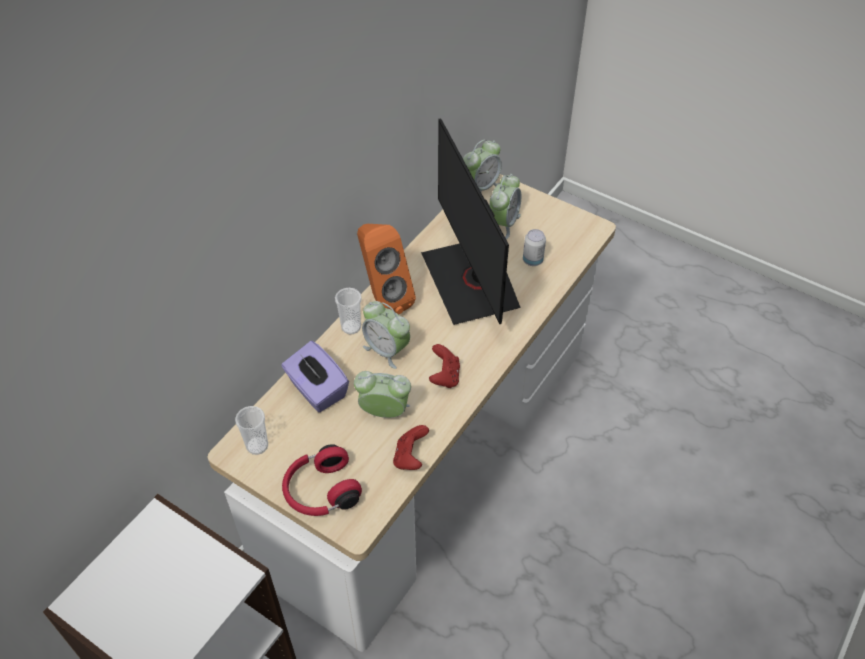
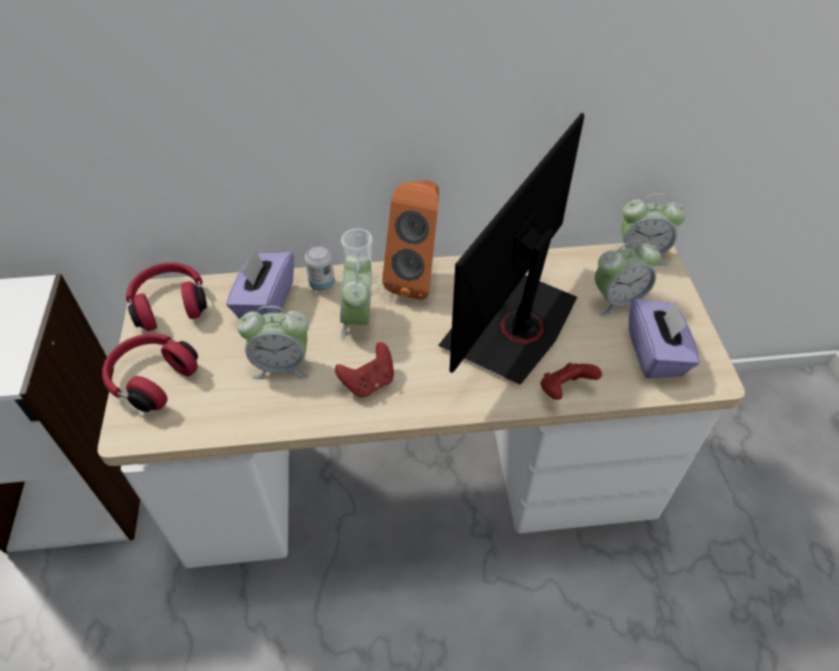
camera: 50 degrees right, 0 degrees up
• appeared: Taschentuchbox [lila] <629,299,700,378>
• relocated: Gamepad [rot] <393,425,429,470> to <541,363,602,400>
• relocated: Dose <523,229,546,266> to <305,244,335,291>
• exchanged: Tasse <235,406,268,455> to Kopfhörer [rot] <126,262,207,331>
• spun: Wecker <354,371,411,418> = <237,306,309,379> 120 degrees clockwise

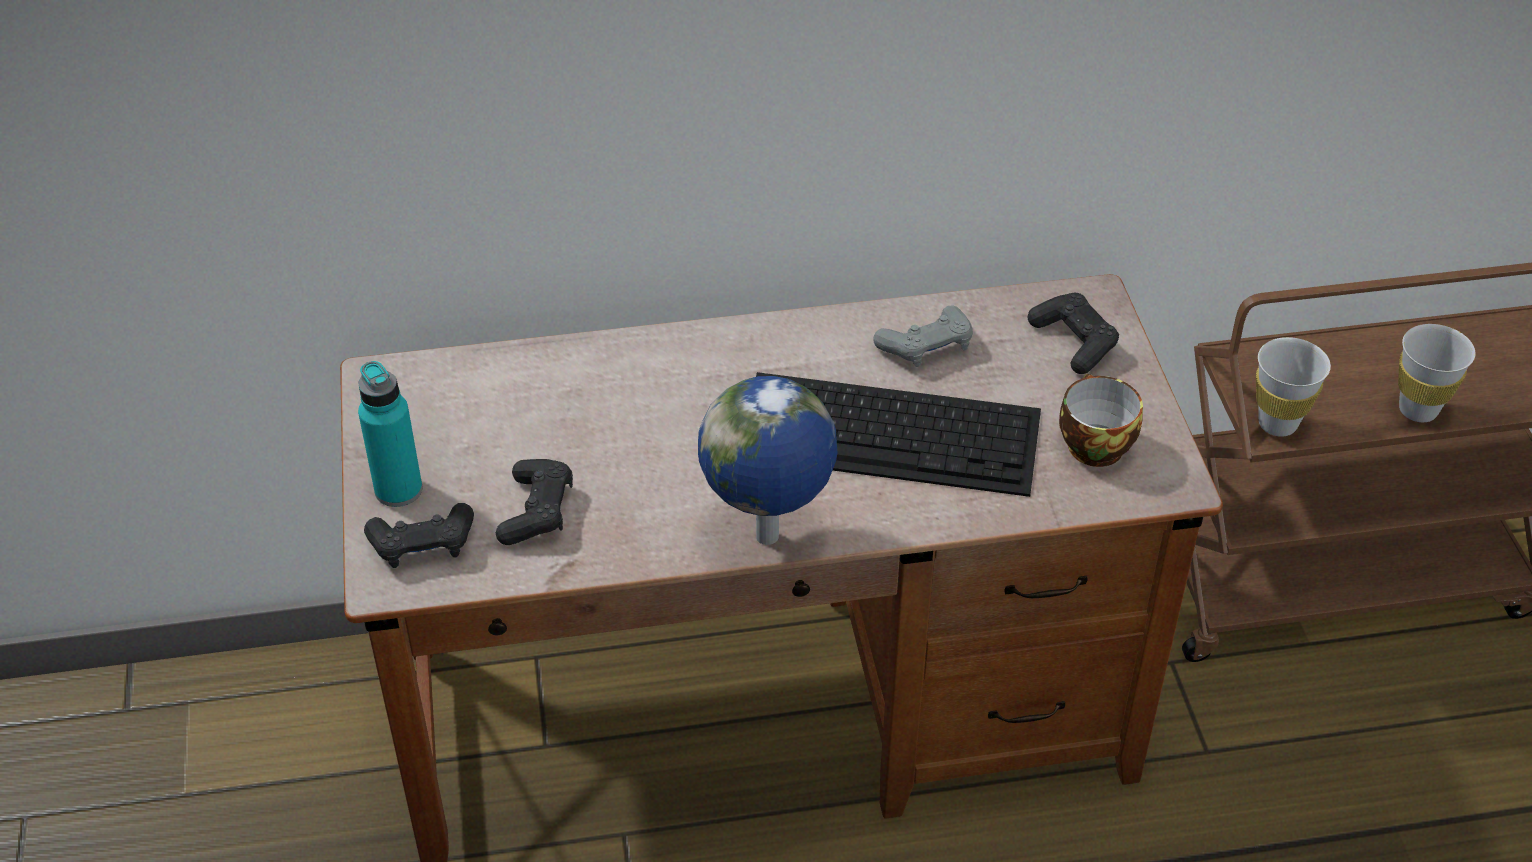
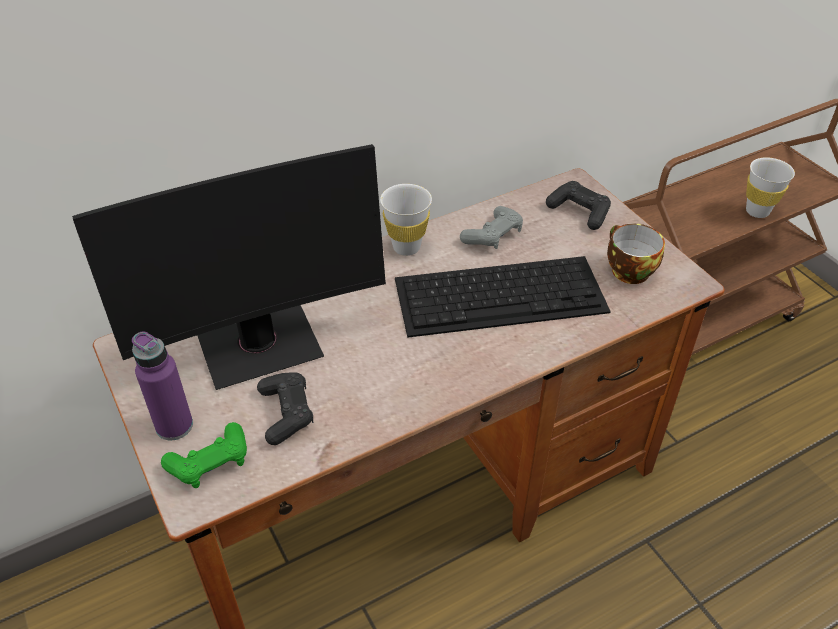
camera: 20 degrees left, 0 degrees up
• missing: Globus <698,376,837,545>
• appeared: Monitor <72,144,386,390>
• relocated: Tasse [weiß] <1256,337,1331,437> to <380,184,432,256>
• colour: Flasche [türkis] <358,361,422,507> to Flasche [lila] <132,332,193,440>
• colour: Gamepad [schwarz] <364,503,474,568> to Gamepad [grün] <161,422,247,488>

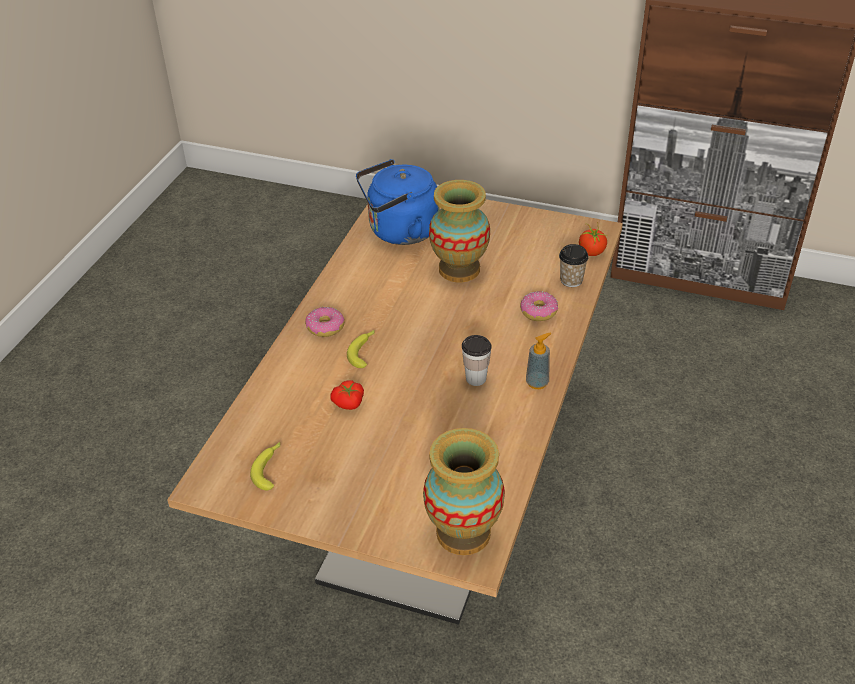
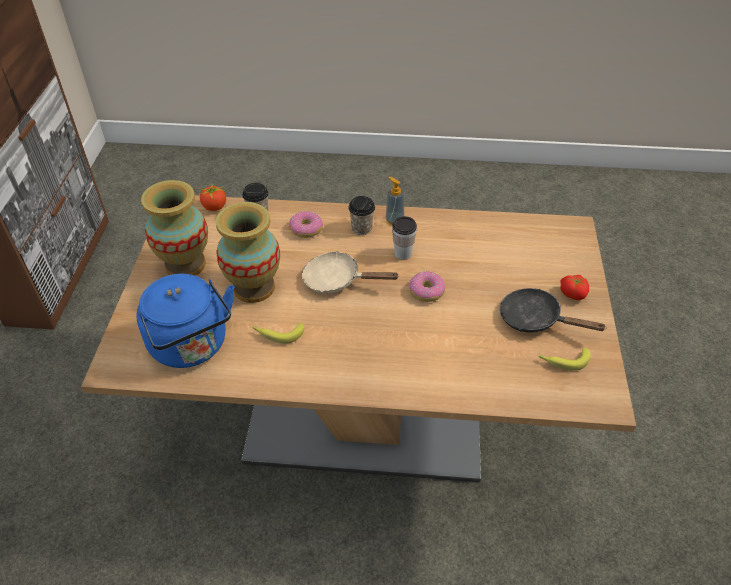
camera: 105 degrees left, 5 degrees up
• appeared: Pfanne [beige] <302,251,400,294>
• appeared: Tasse <348,196,375,235>
• appeared: Pfanne [schwarz] <500,288,607,333>
• relocated: Donut <305,307,345,337> to <409,271,445,302>
• relocated: Tomate <330,380,364,410> to <560,275,589,300>
• relocated: Banane <347,330,374,368> to <252,323,304,344>
• relocated: Vase <423,428,505,555> to <141,180,208,276>

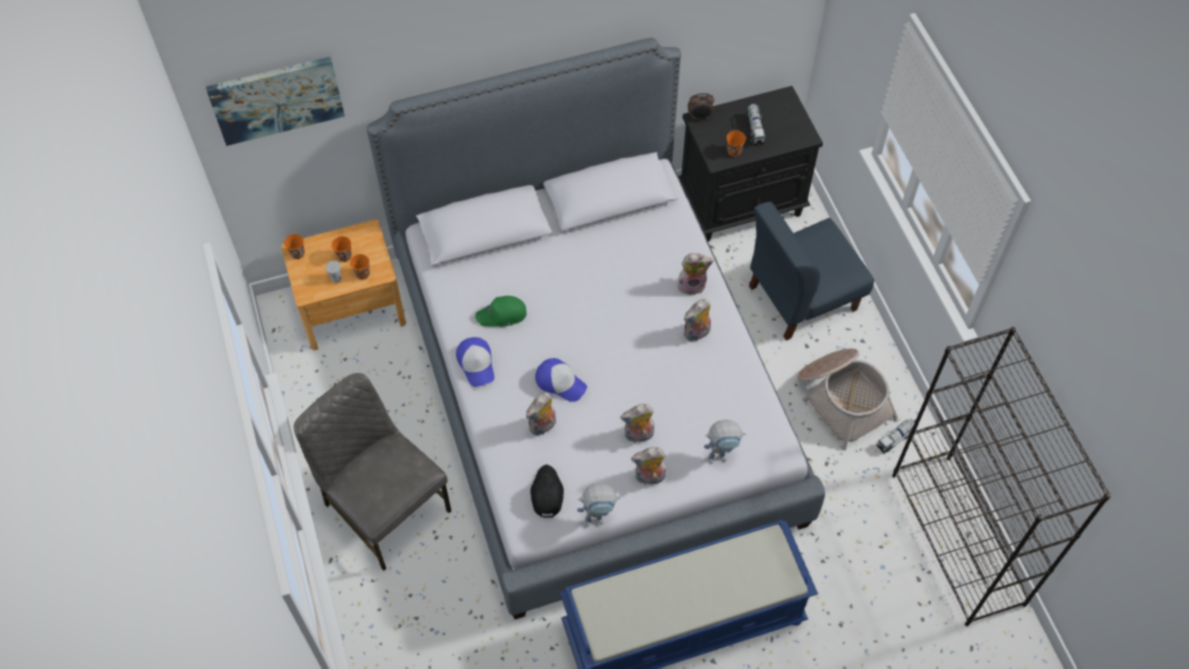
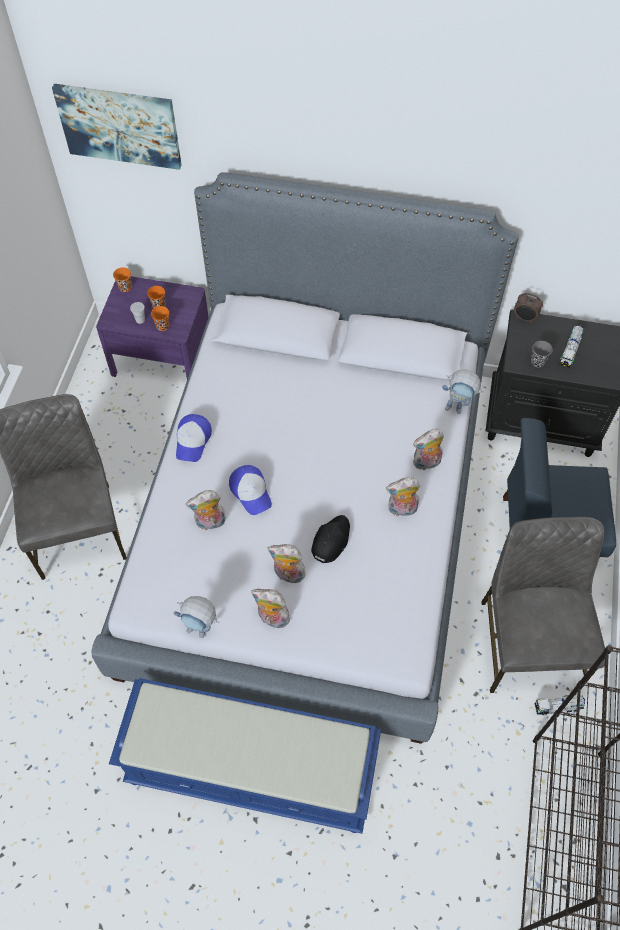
camera: 30 degrees right, 0 degrees up
• missing: Kappe [grün] <475,296,527,327>
• relocated: Kappe [schwarz] <530,464,564,518> to <311,515,350,564>
• relocated: Spielzeugroboter <704,420,745,464> to <442,369,483,414>
• exchanged: Korb <797,349,898,450> to Stuhl [grau] <481,517,605,693>
• colour: Nachttisch [braun] <281,219,406,350> to Nachttisch [lila] <96,276,209,379>
• colour: Tasse [orange] <727,131,746,157> to Tasse [grau] <531,341,553,367>
• spun: Plüschtier <677,253,714,295> = <413,429,444,470> 135 degrees clockwise

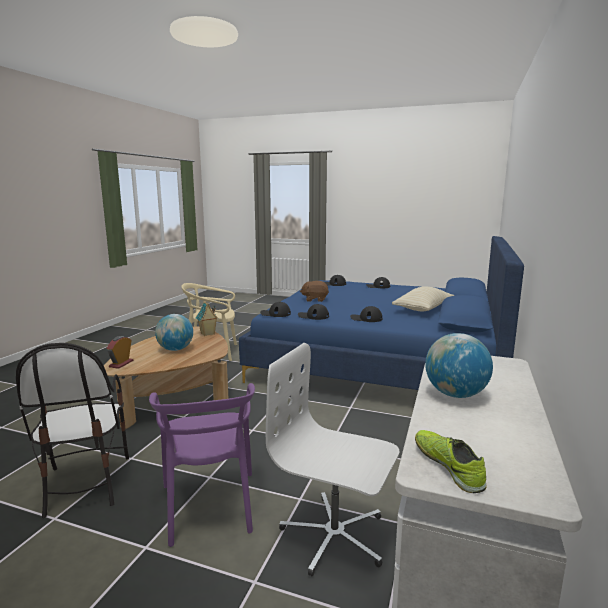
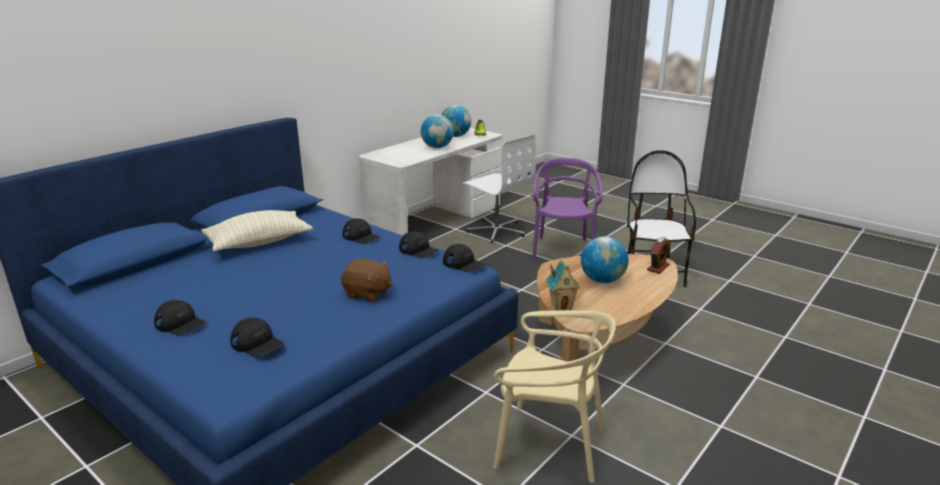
camera: 160 degrees left, 10 degrees up
• appeared: Globus <442,105,471,137>

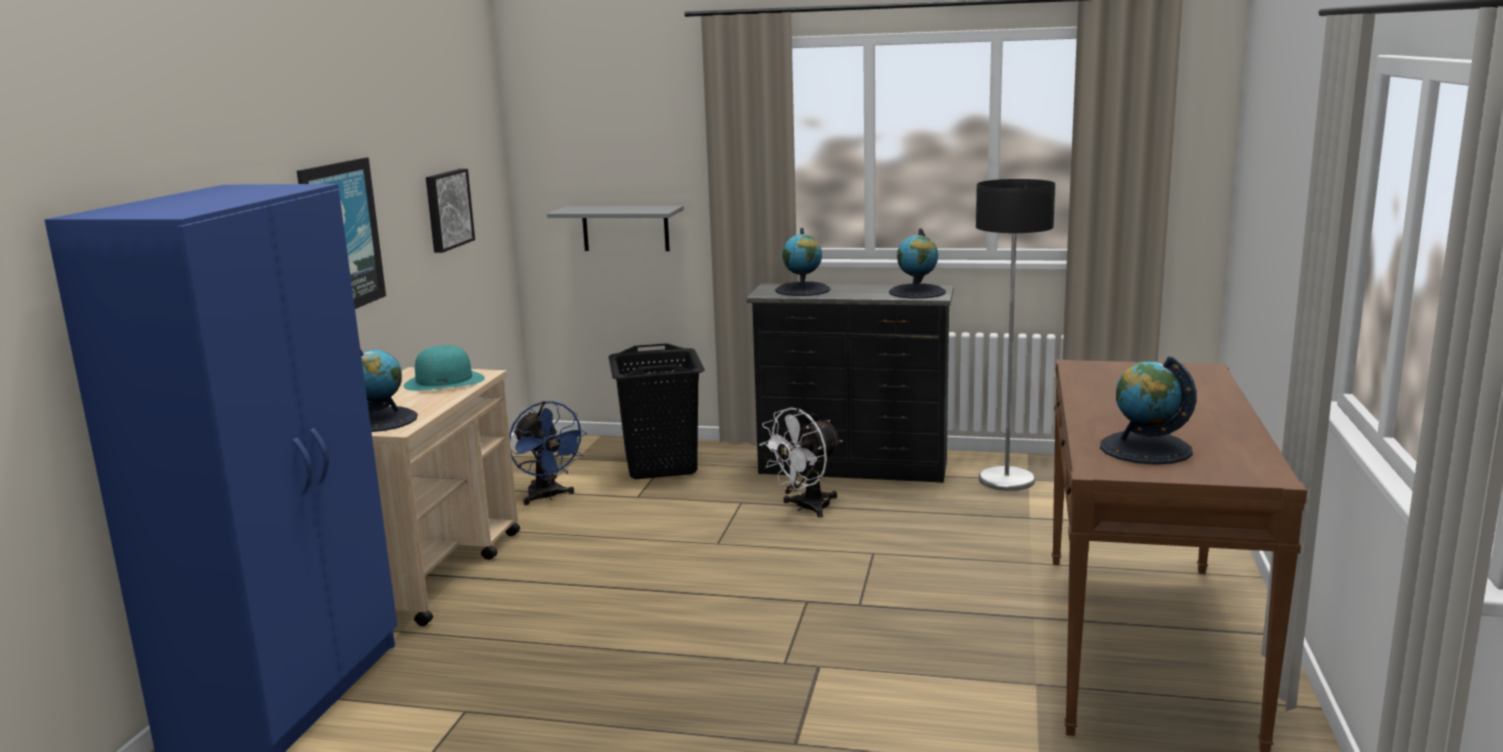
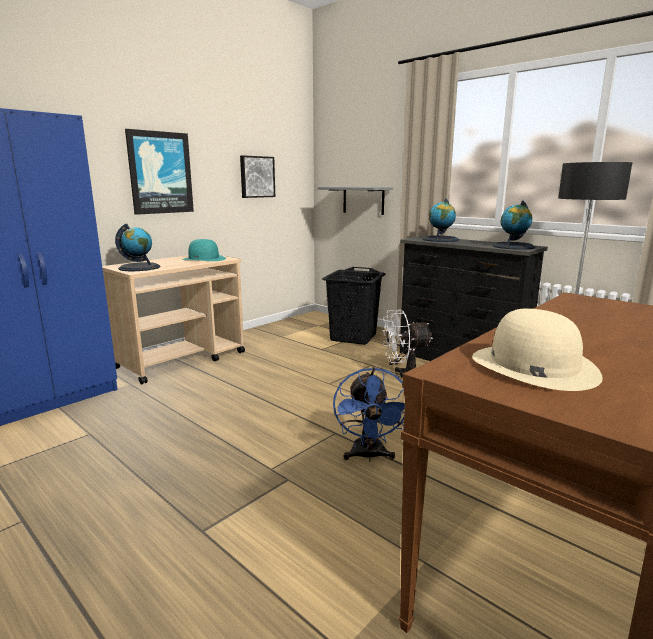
camera: 30 degrees right, 0 degrees up
• relocated: Ventilator [blau] <509,401,587,505> to <333,367,405,462>
• exchanged: Globus <1100,356,1197,465> to Hut [beige] <472,309,603,391>

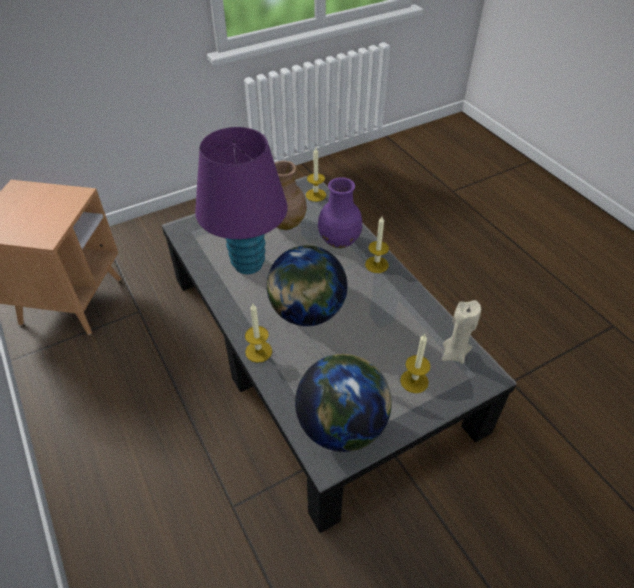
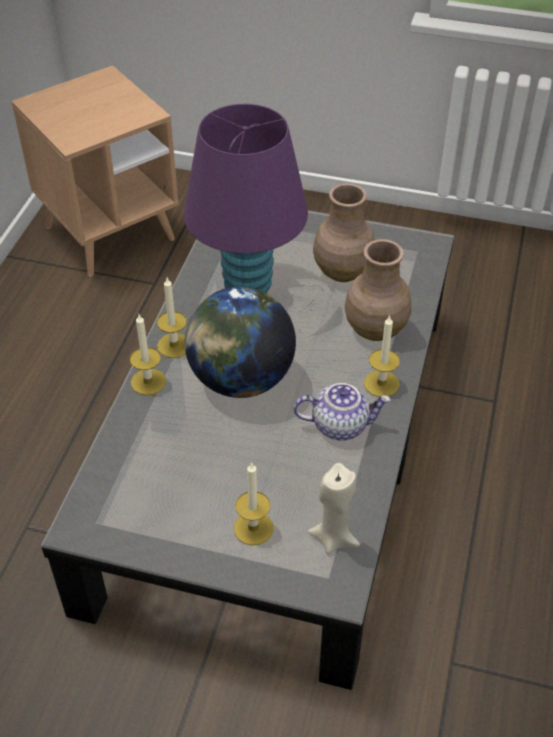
camera: 45 degrees right, 0 degrees up
• missing: Globus <295,354,392,452>
• appeared: Teekanne <294,383,390,441>
• relocated: Kerze <306,148,326,202> to <157,278,187,358>
• colour: Vase [lila] <318,177,362,248> to Vase [braun] <345,239,411,341>

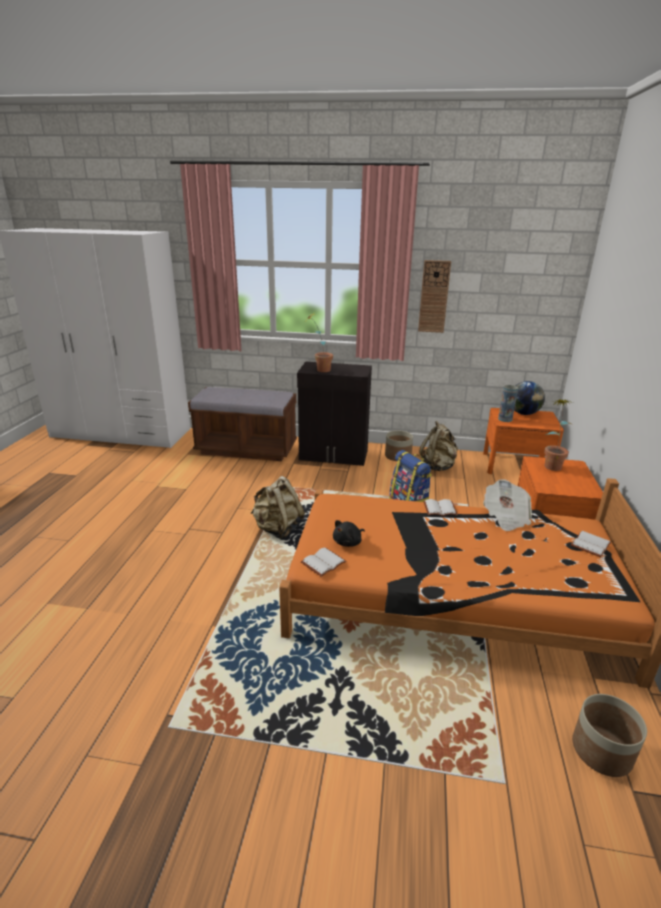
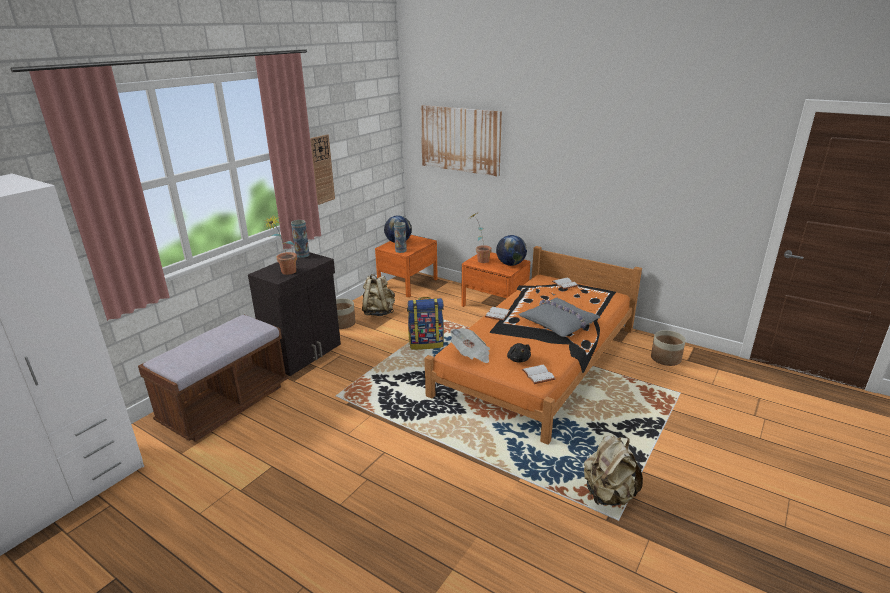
camera: 65 degrees left, 0 degrees up
• appeared: Vase <291,220,310,258>
• appeared: Bild <421,105,502,177>
• appeared: Globus <496,235,527,266>
• appeared: Kissen [grau] <518,298,601,337>
• relocated: Rucksack [beige] <250,476,305,539> to <584,435,643,506>
• relocated: Zeitung <483,479,532,531> to <450,328,490,363>

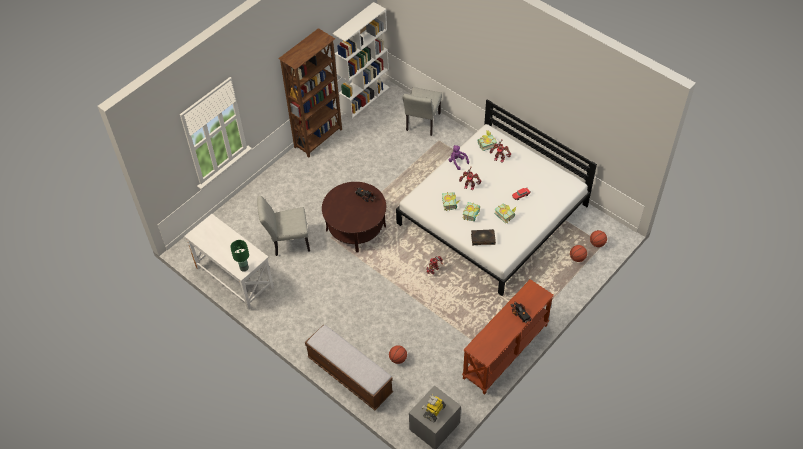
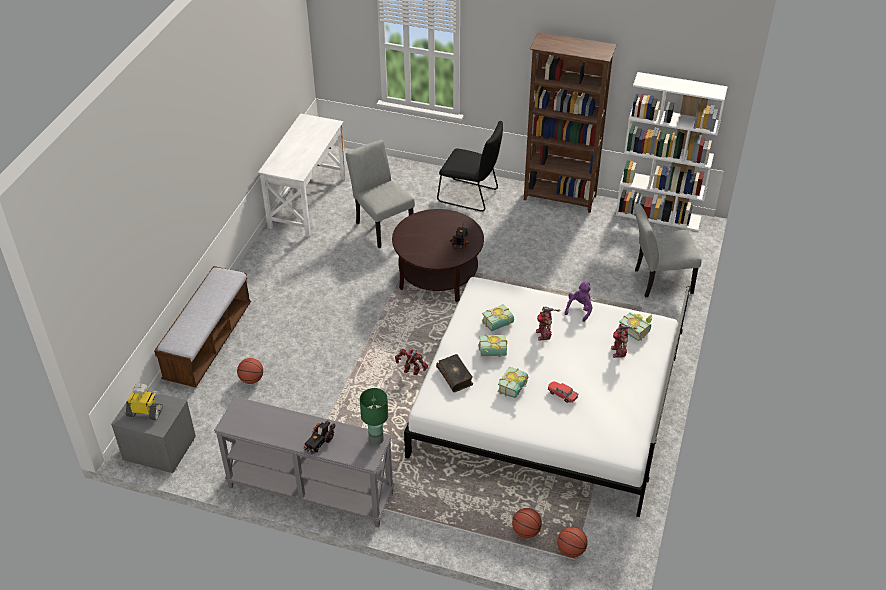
camera: 65 degrees right, 10 degrees down
• appeared: Stuhl [schwarz] <437,121,503,212>
• relocated: Tischlampe [grün] <230,240,249,272> to <360,388,388,445>
• colour: Konsolentisch [braun] <462,279,554,395> to Konsolentisch [grau] <214,396,394,528>

